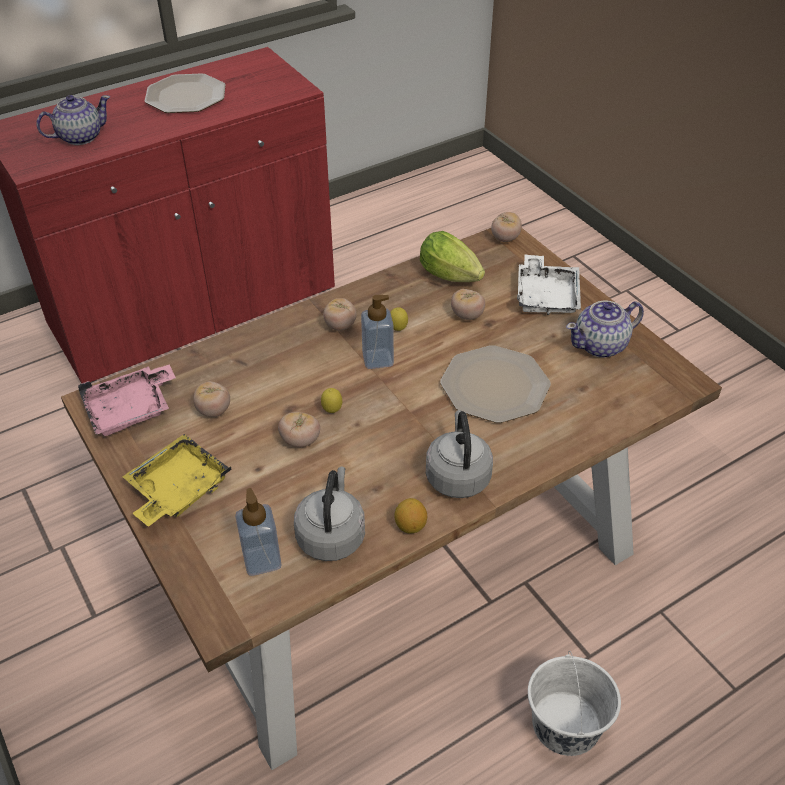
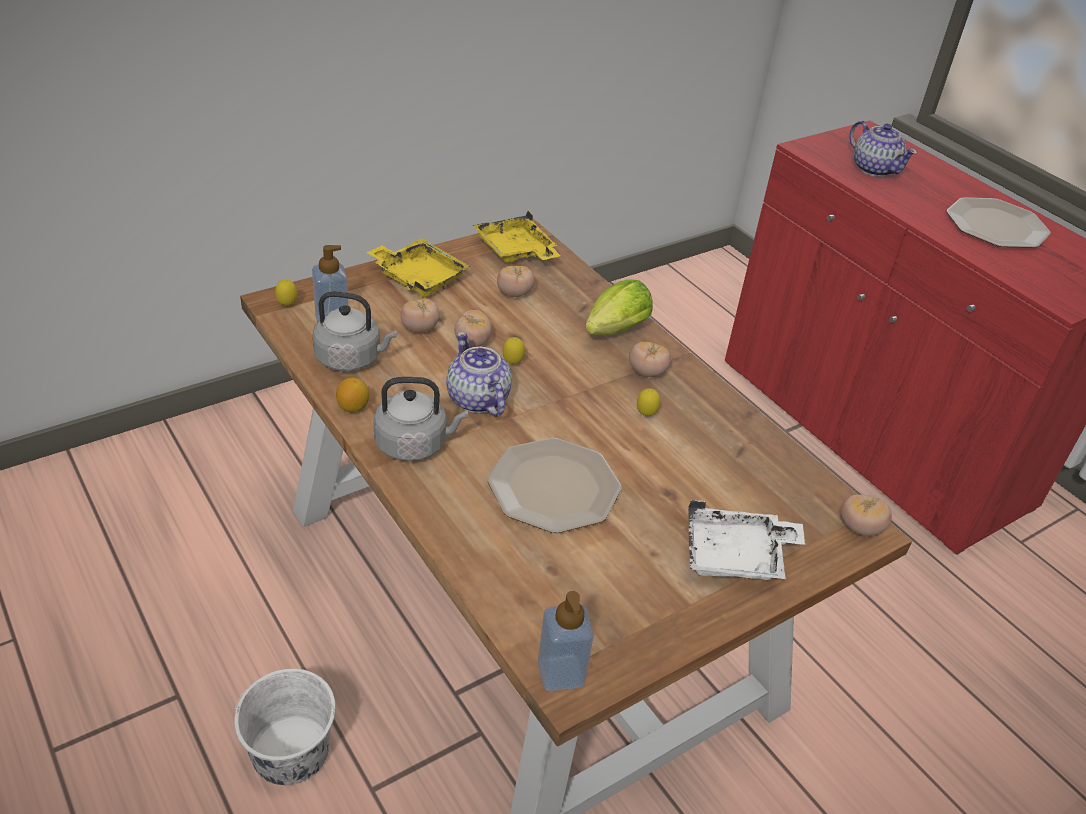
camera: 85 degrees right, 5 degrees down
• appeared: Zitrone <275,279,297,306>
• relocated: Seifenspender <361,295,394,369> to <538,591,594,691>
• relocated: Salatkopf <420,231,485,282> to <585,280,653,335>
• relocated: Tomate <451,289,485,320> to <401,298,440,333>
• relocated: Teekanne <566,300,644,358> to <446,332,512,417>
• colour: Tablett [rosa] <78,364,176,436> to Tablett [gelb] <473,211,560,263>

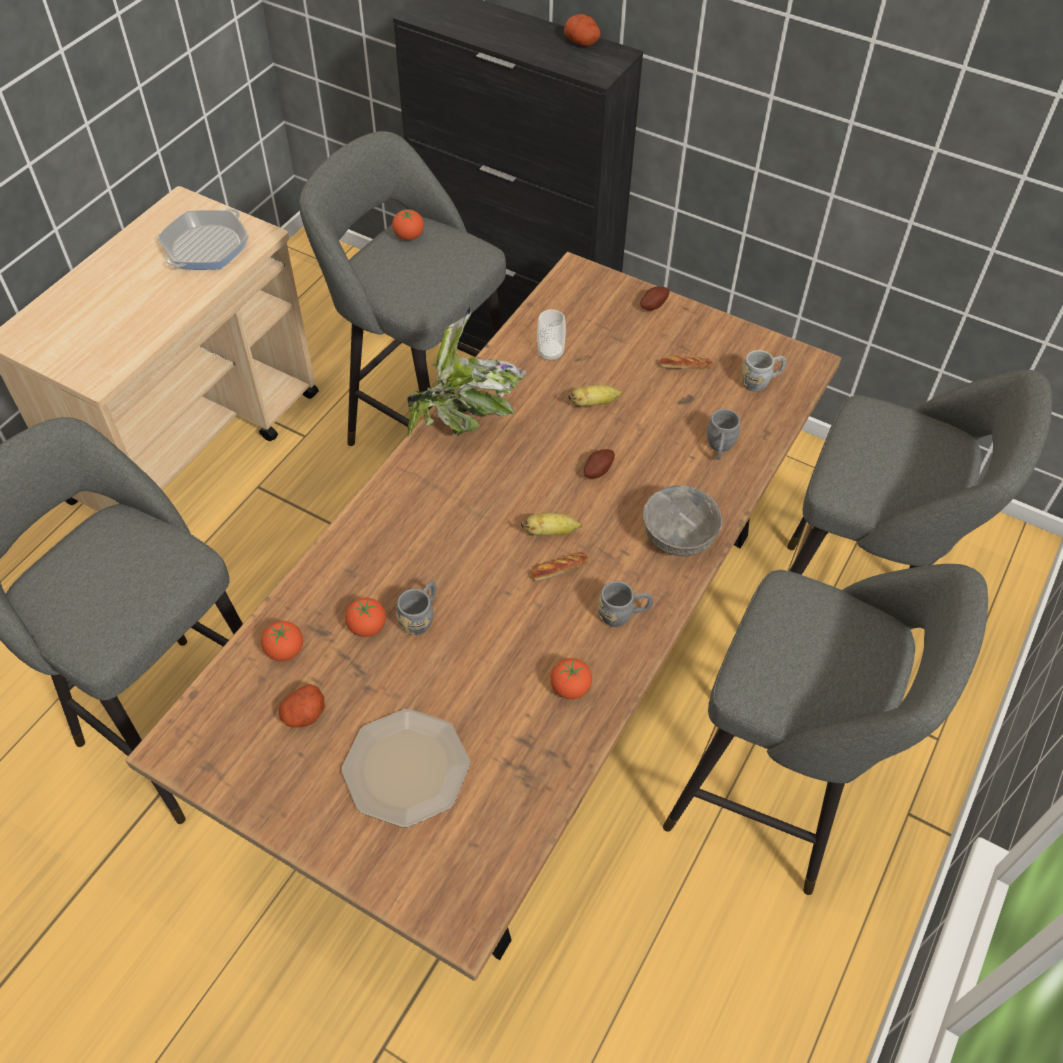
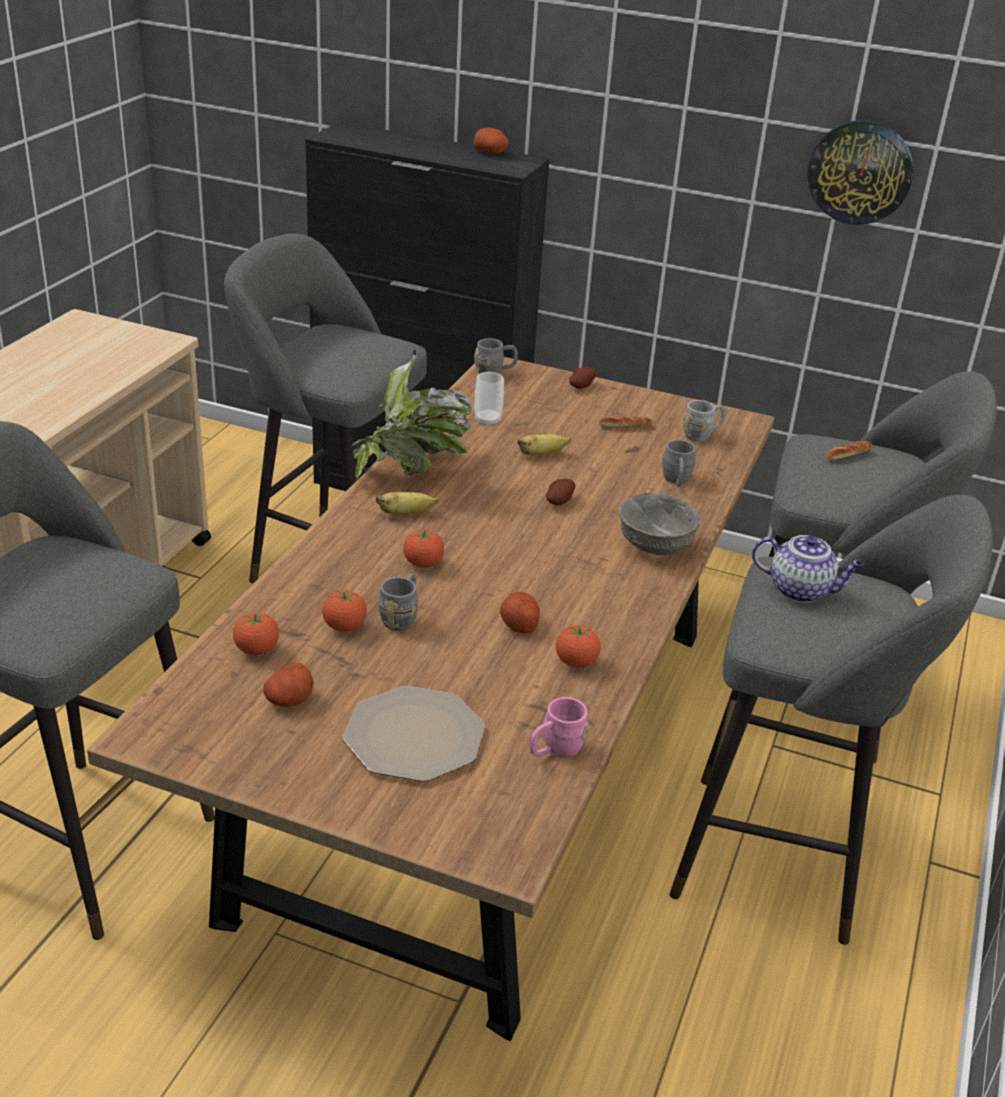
camera: 10 degrees left, 20 degrees down
• missing: Pfanne <158,208,249,270>
• appeared: Kartoffel <500,592,540,633>
• appeared: Henkelbecher [rosa] <530,697,589,758>
• appeared: Teekanne <752,535,864,603>
• appeared: Wanduhr <807,120,913,225>
• relocated: Tomate <392,209,424,240> to <403,529,444,568>
• relocated: Banane <521,513,582,535> to <376,492,438,515>
• relocated: Brot <530,552,588,581> to <826,441,872,460>
• relocated: Henkelbecher [grau] <597,581,653,627> to <474,338,518,374>

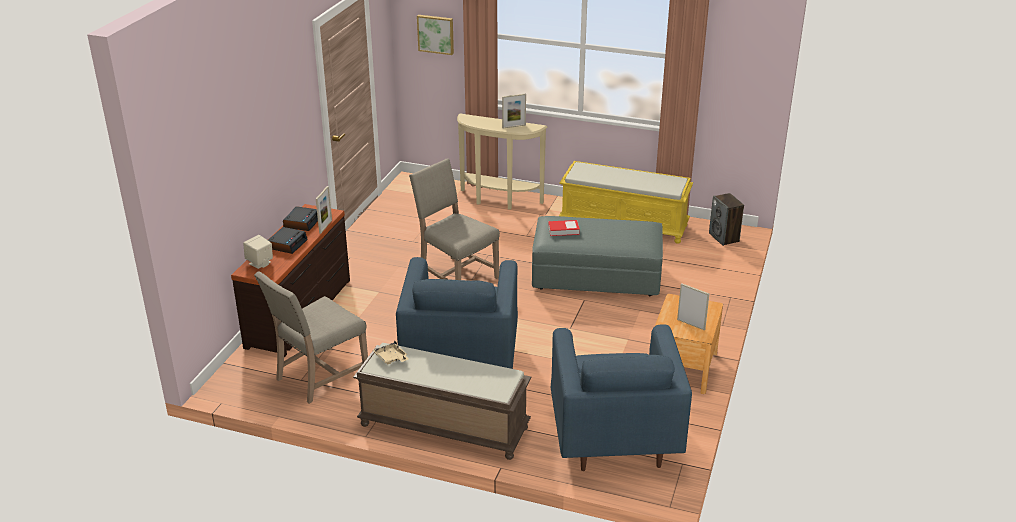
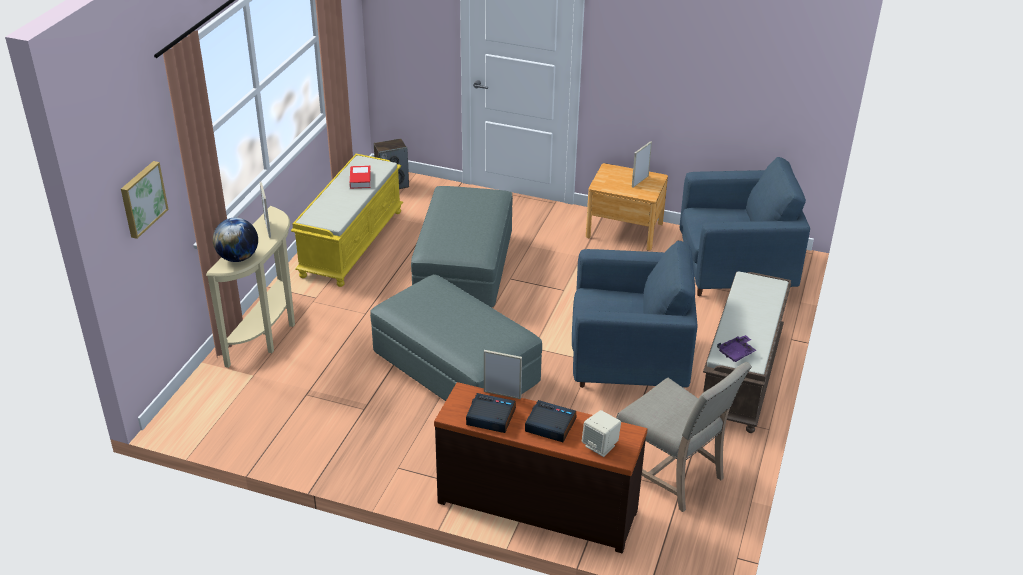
camera: 90 degrees left, 5 degrees up
• appeared: Globus <213,218,258,262>
• relocated: Buch <548,220,580,236> to <350,166,371,188>
• exchanged: Stuhl [beige] <409,158,500,280> to Polsterhocker [grau] <370,274,542,401>
• colour: Tablett [beige] <373,341,408,364> to Tablett [lila] <717,335,757,362>

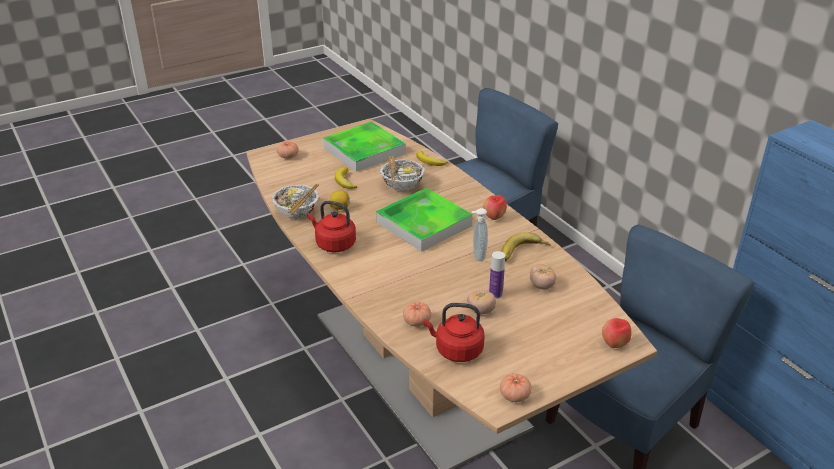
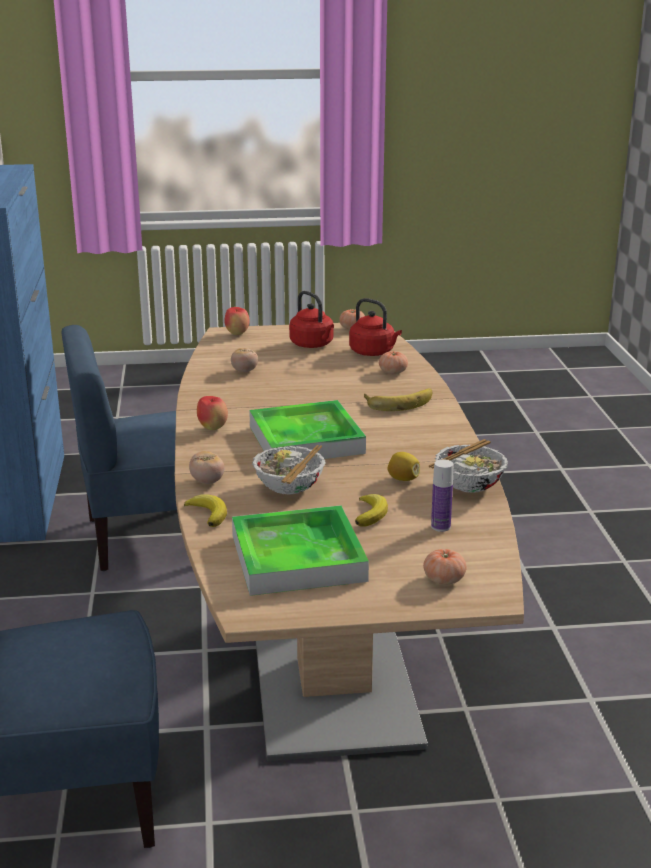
camera: 155 degrees left, 10 degrees down
• missing: Seifenspender <472,208,488,262>
• relocated: Wasserkessel [rot] <307,201,356,252> to <289,291,334,348>
• relocated: Tomate <467,290,496,315> to <189,451,224,484>
• relocated: Flasche <489,251,505,299> to <431,459,453,532>
• relocated: Banane <501,232,550,261> to <364,388,433,411>

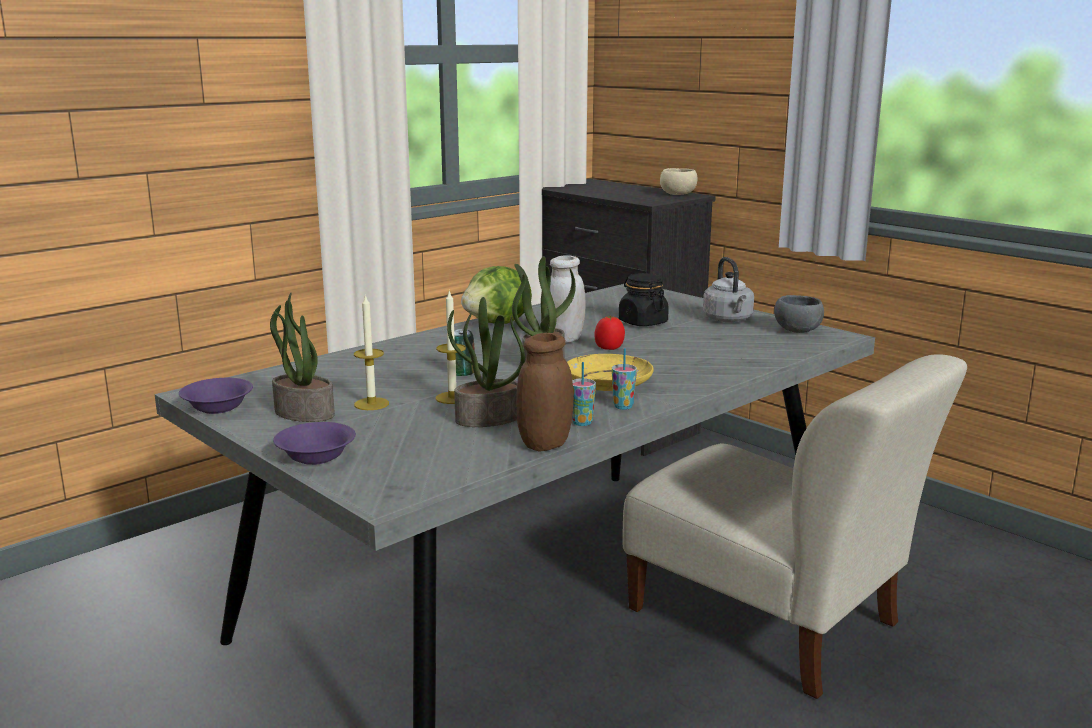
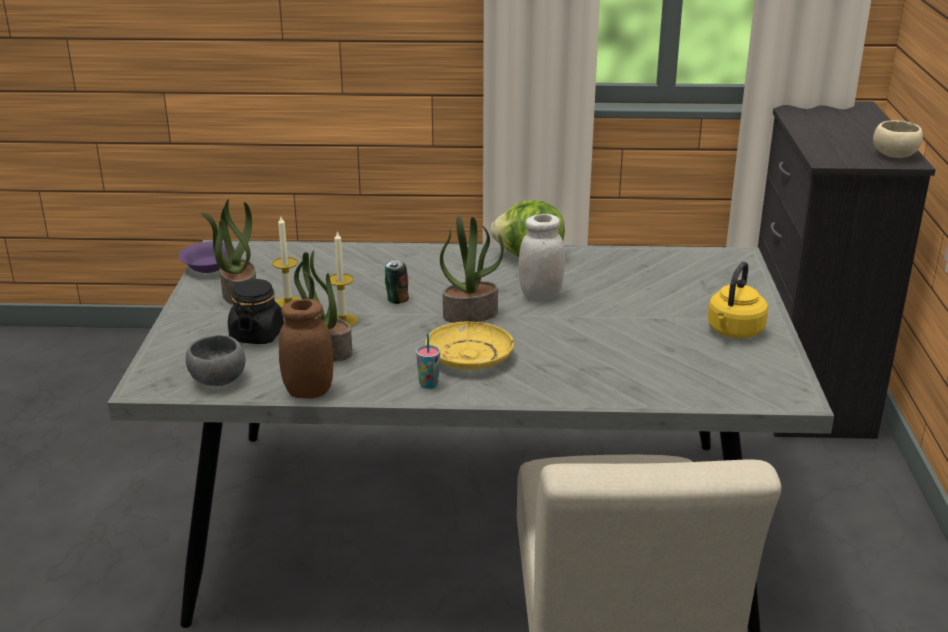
camera: 45 degrees right, 10 degrees up
• missing: Schüssel [lila] <273,422,356,465>
• missing: Tasse <572,362,596,426>
• missing: Tomate <594,316,625,350>
• relocated: Vorratsglas [schwarz] <619,273,669,326> to <228,279,284,344>
• relocated: Schüssel [grau] <774,295,824,333> to <186,335,245,386>
• colour: Wasserkessel [grau] <703,257,754,322> to Wasserkessel [gelb] <707,261,768,338>

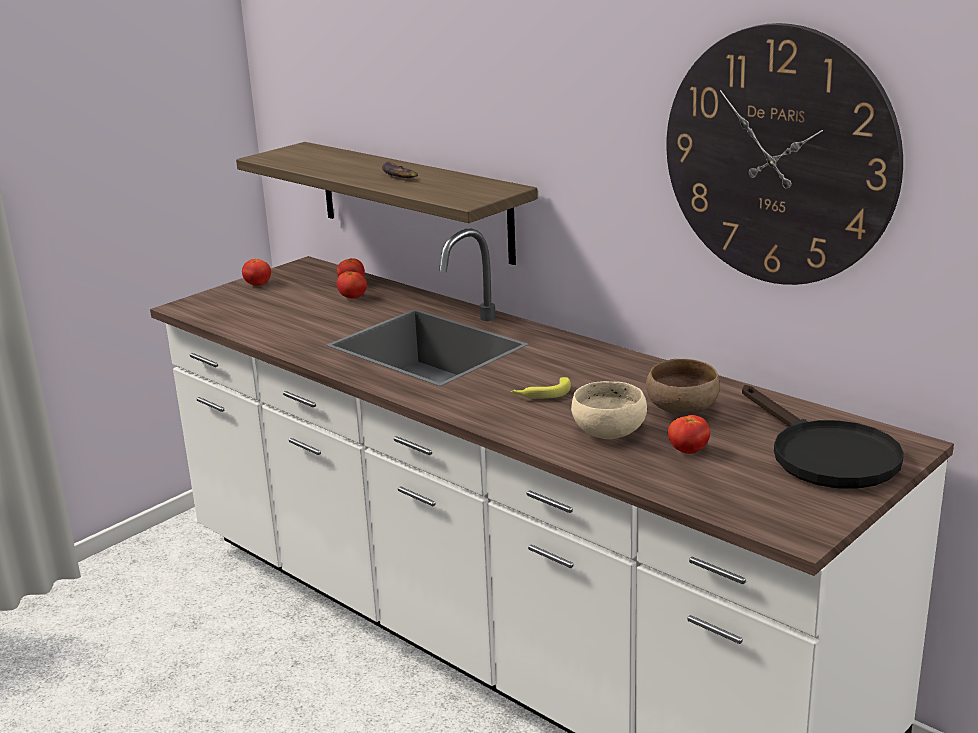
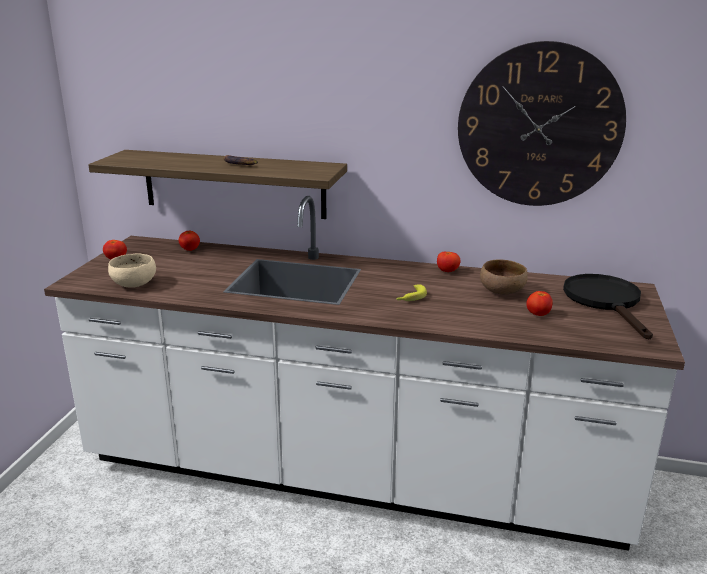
camera: 30 degrees left, 0 degrees up
• relocated: Tomate <337,271,367,299> to <437,252,460,272>
• relocated: Schüssel [beige] <571,381,647,439> to <108,254,156,288>
• spun: Pfanne [schwarz] <742,385,904,489> = <563,274,653,339> 135 degrees counterclockwise

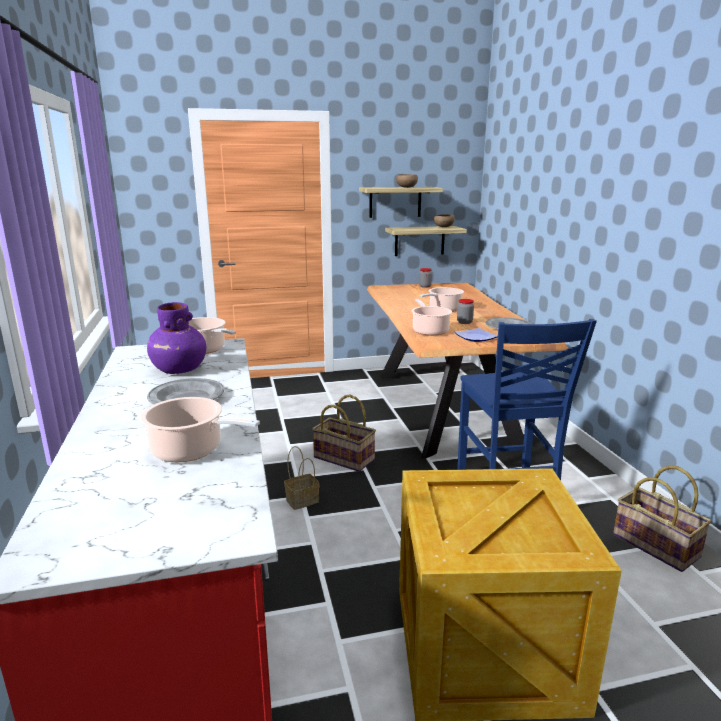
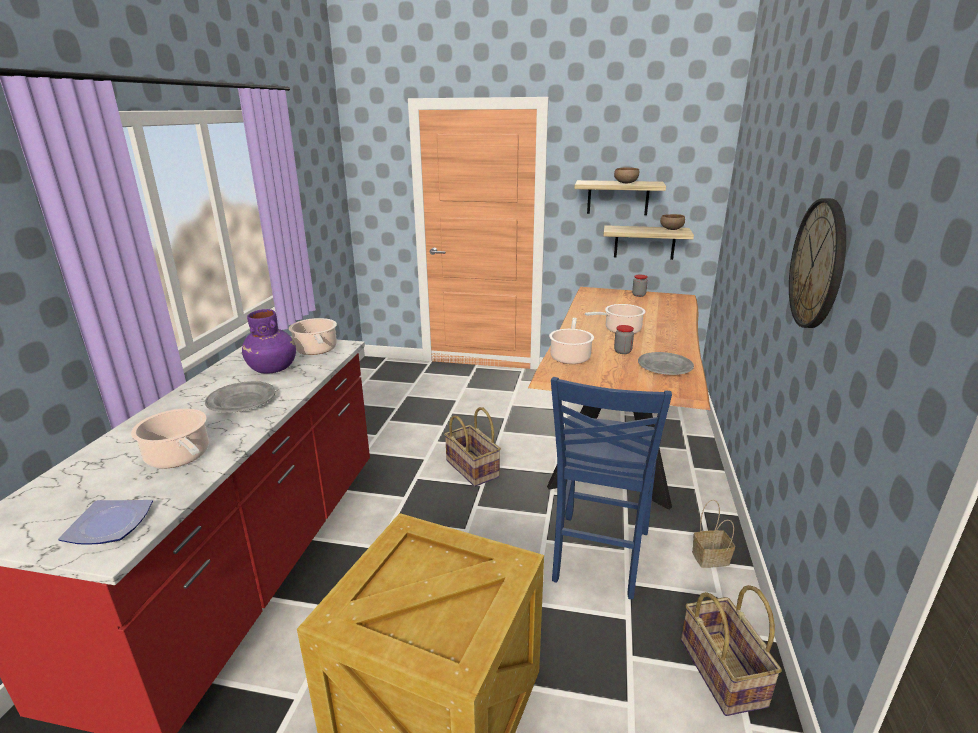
camera: 25 degrees right, 5 degrees up
• appeared: Wanduhr <789,198,846,328>
• relocated: Korb <284,446,319,510> to <692,500,735,568>
• relocated: Teller <455,328,498,342> to <58,500,153,545>

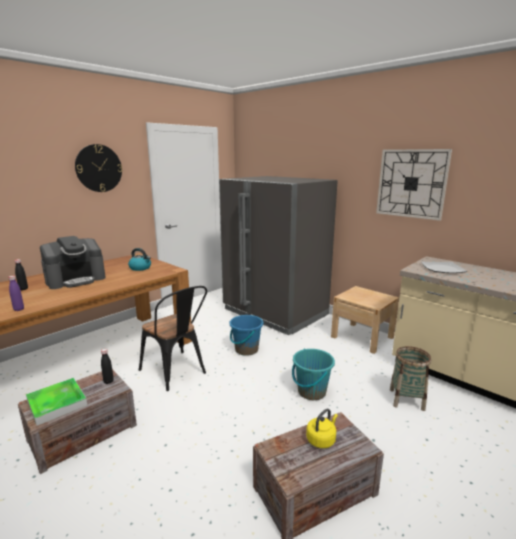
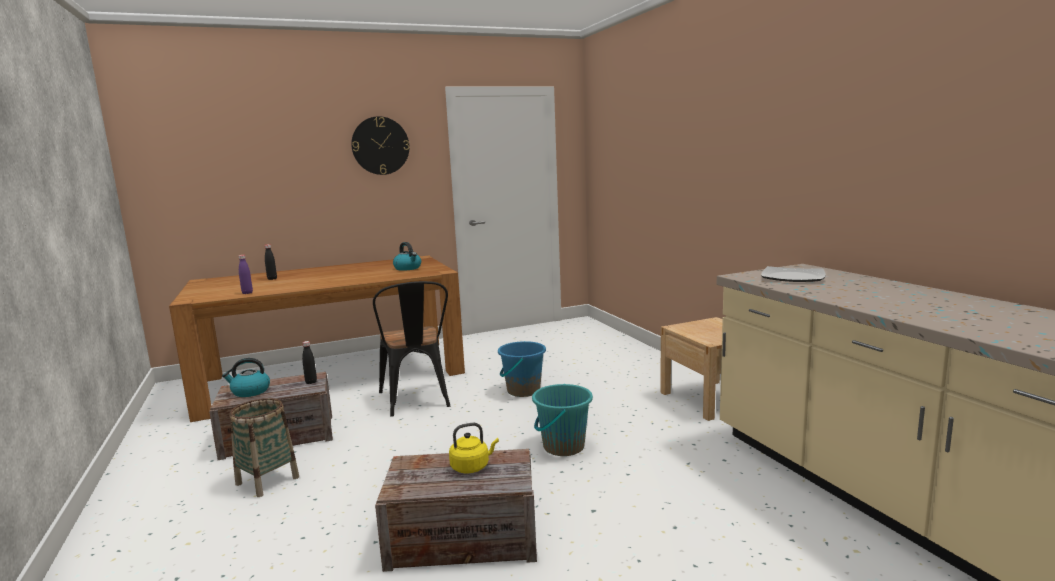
camera: 25 degrees right, 5 degrees down
• missing: Kaffeemaschine <40,236,106,289>
• missing: Kühlschrank [grau] <219,176,338,335>
• missing: Wanduhr <376,149,452,221>
• relocated: Korb <390,346,431,411> to <229,398,299,497>
• exchanged: Tablett <26,378,87,426> to Wasserkessel <222,358,270,397>

